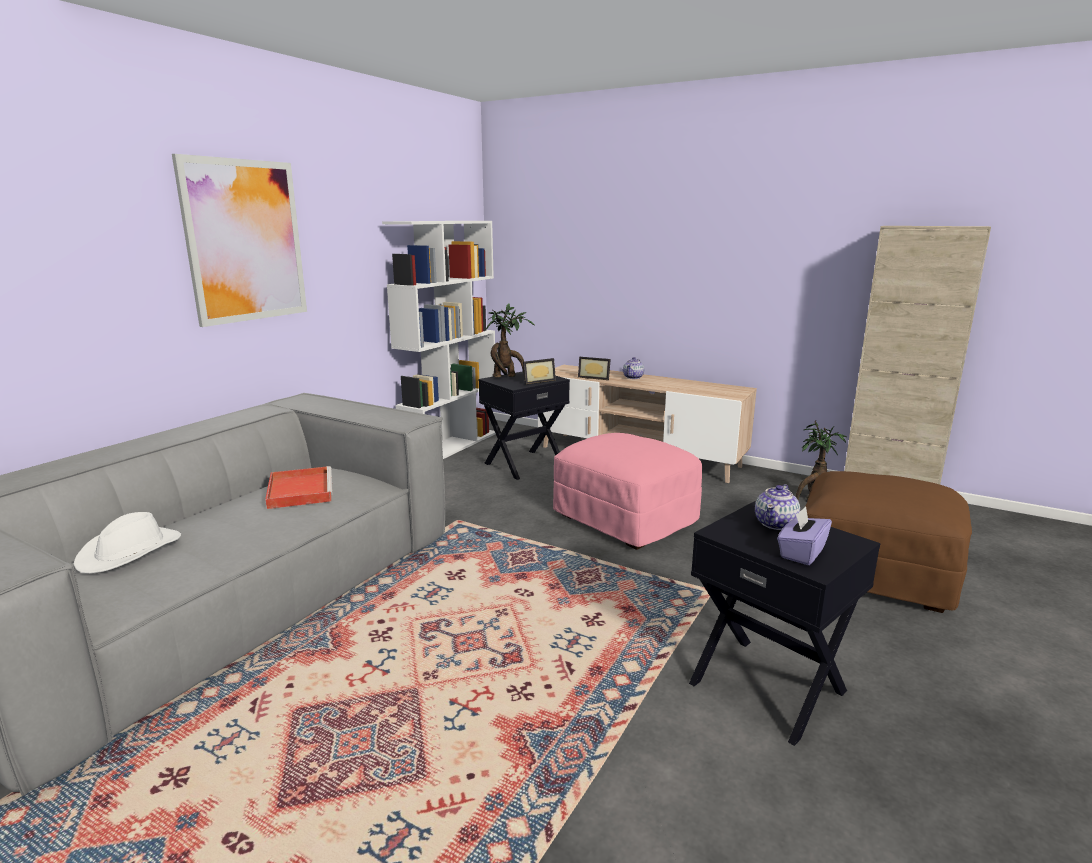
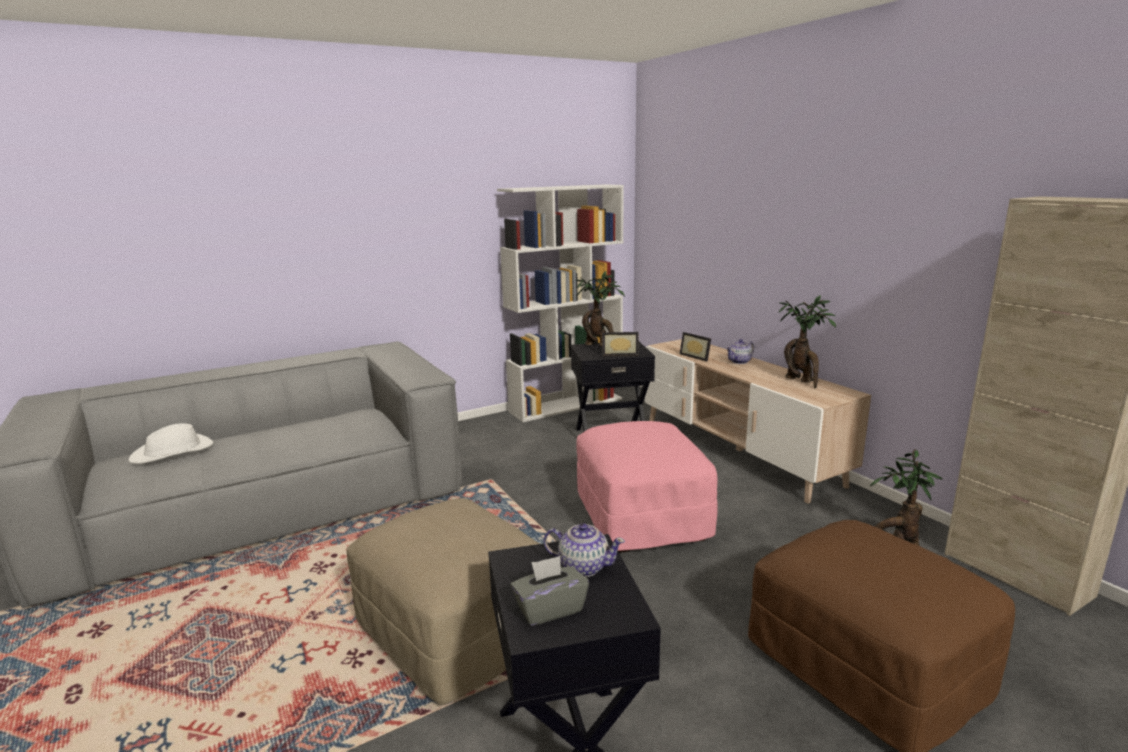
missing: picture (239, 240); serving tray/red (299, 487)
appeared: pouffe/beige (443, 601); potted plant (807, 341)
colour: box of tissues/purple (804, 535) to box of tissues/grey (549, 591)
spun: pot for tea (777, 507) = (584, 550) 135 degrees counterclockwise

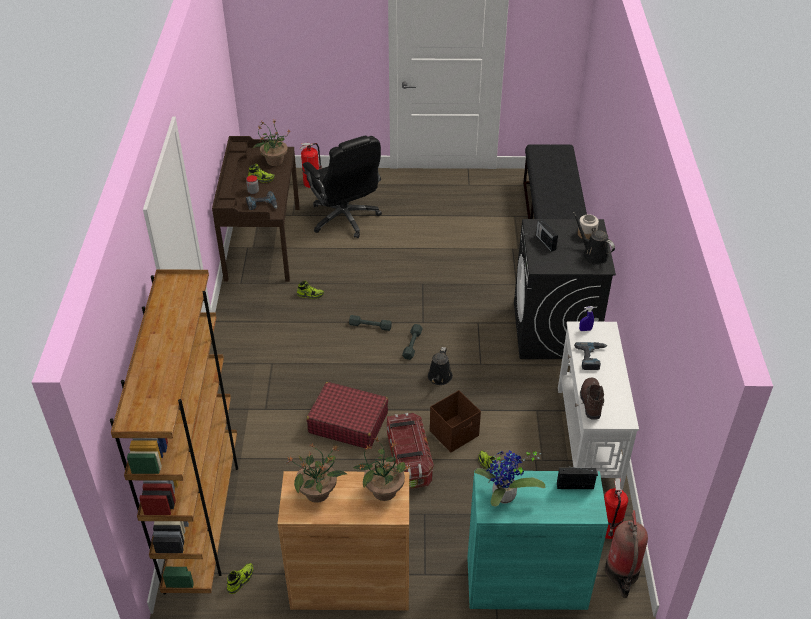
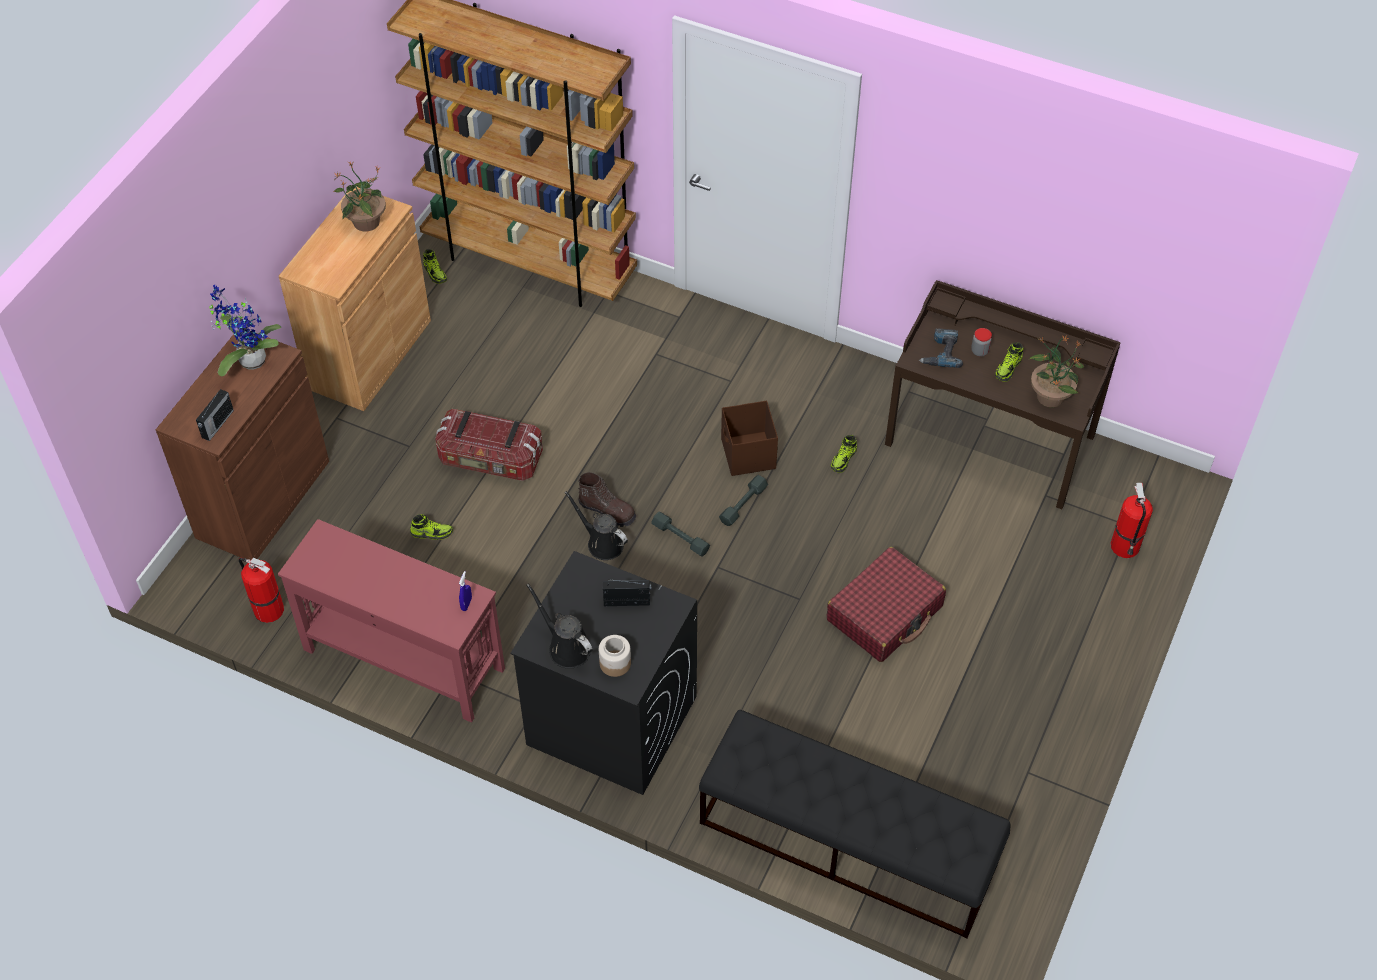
missing: desk chair/black (342, 187); potted plant (382, 468); electric drill (591, 356); extinguisher (626, 554)
relocated: travel case/red (347, 415) to (886, 604); storage bin/brownish (455, 421) to (749, 438); boot/brownish (592, 399) to (607, 499)
colour: cabinet/blue-green (537, 540) to cabinet/brownish (242, 446); console table/white-coloured (598, 405) to console table/red (391, 621)
spun: watering pot/black (594, 238) = (559, 625) 120 degrees counterclockwise

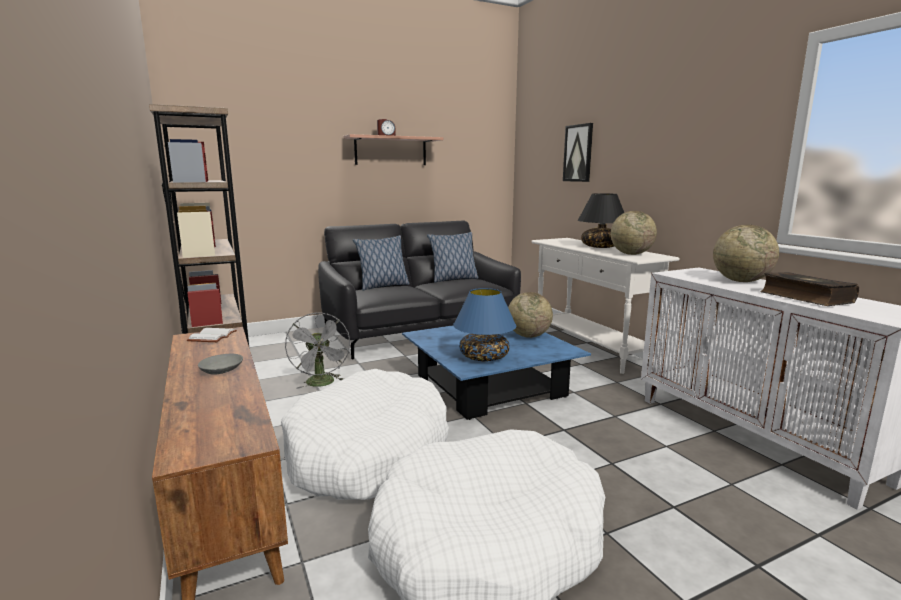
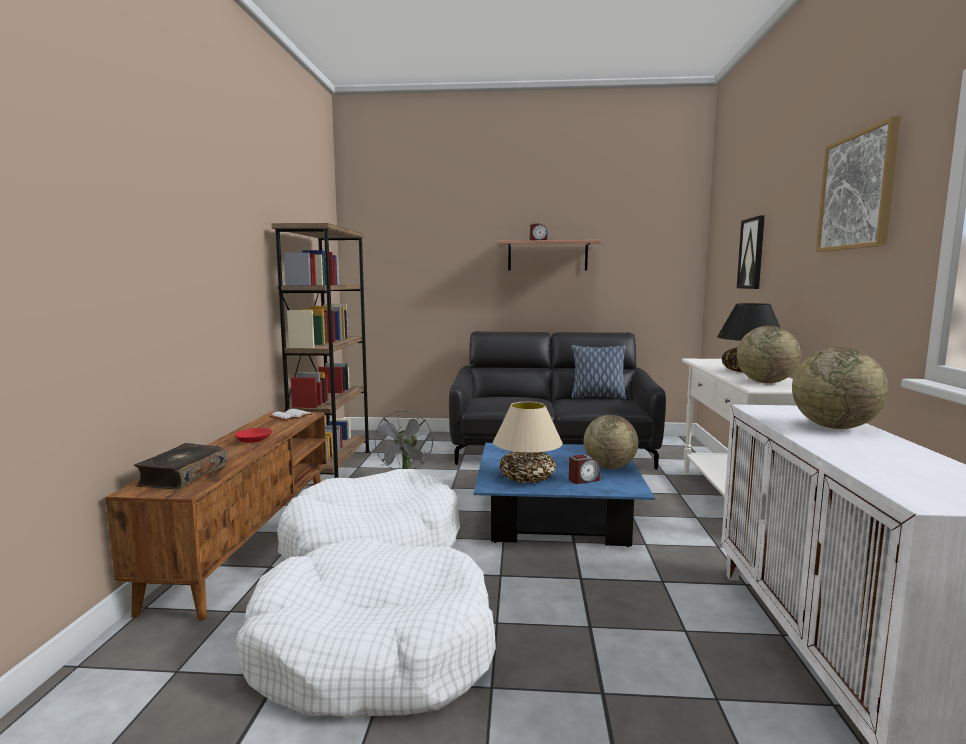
missing: throw pillow (381, 263)
appeared: bedside clock (584, 469); picture (858, 184)
relocated: book (809, 289) to (180, 466)
colour: bowl/grey (220, 364) to bowl/red (253, 435); lamp for a table/blue (484, 324) to lamp for a table/beige (528, 442)

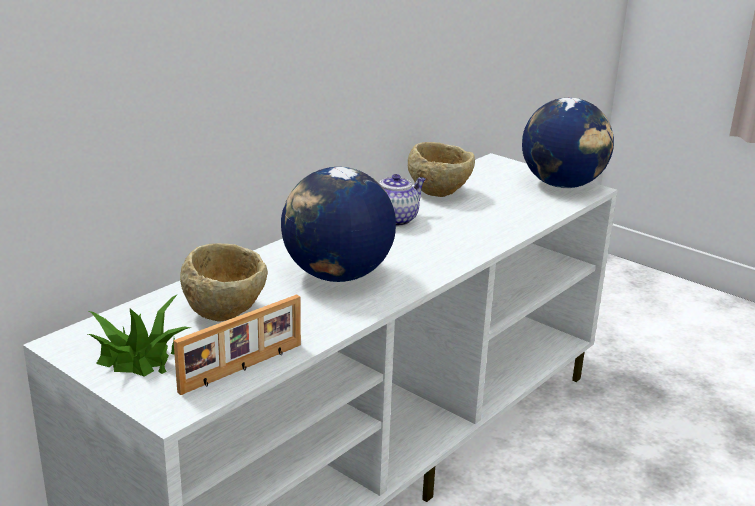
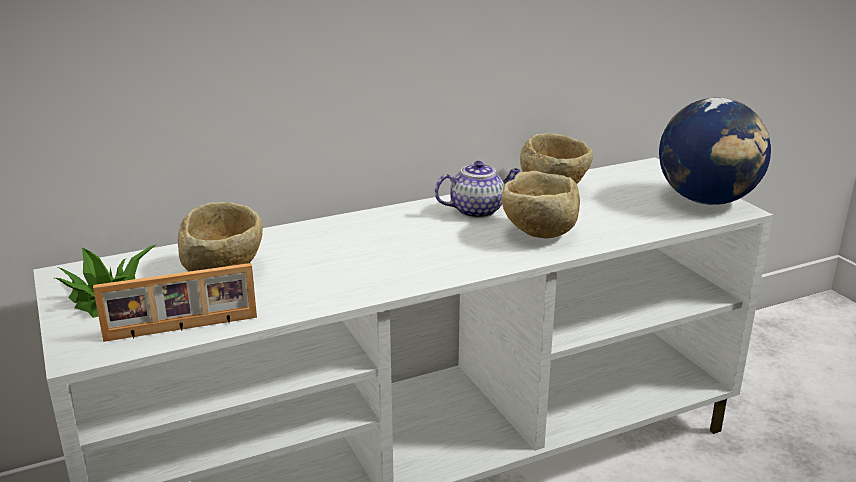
missing: globe (338, 224)
appeared: bowl/beige (540, 205)

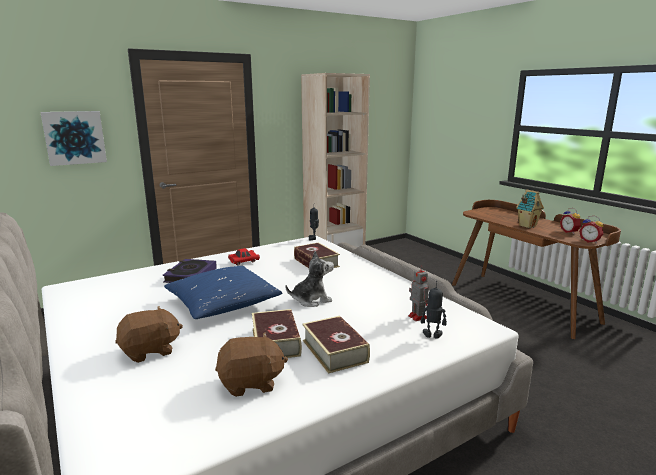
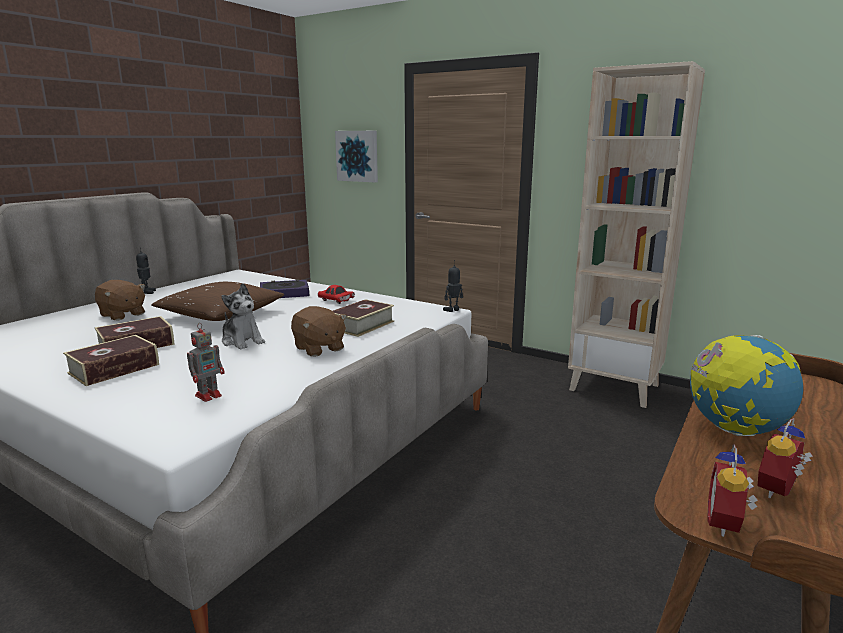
relocated: cuddly toy/brownish (251, 364) to (319, 331); model robot (434, 310) to (146, 270)
exchanged: model house (530, 208) to globe (746, 385)
colour: throw pillow/blue (223, 292) to throw pillow/brownish (217, 301)

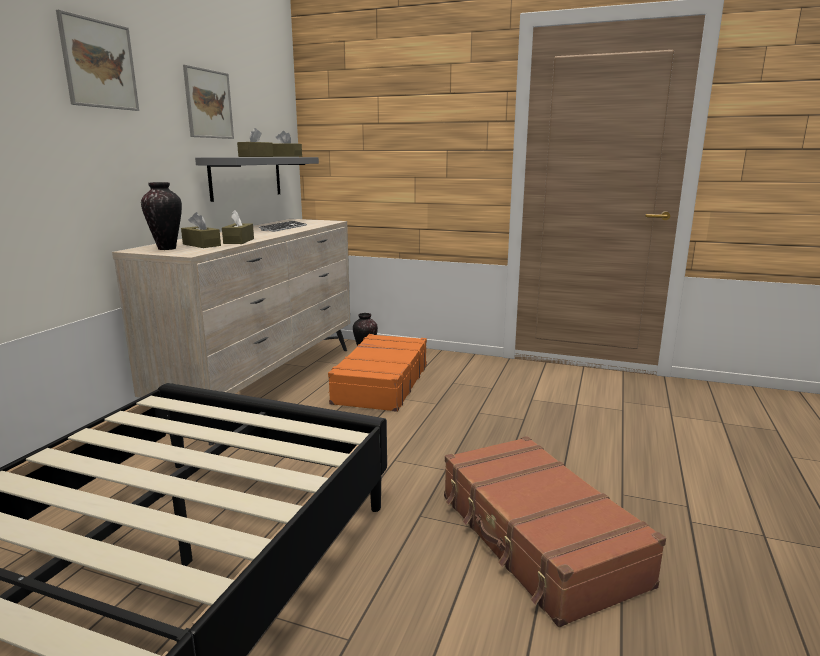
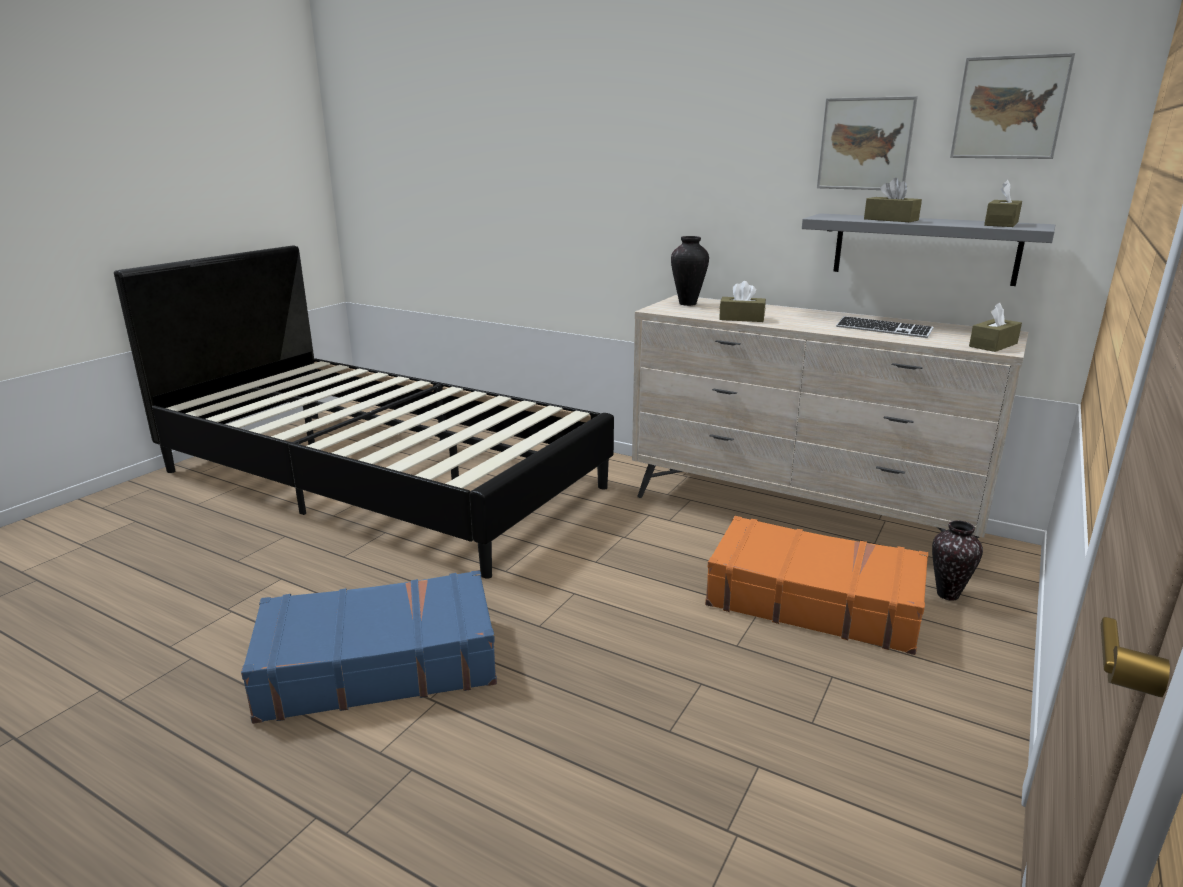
relocated: picture (97, 60) to (1012, 106); box of tissues/brownish (201, 230) to (995, 327)
colour: travel case/brownish (555, 531) to travel case/blue (369, 647)

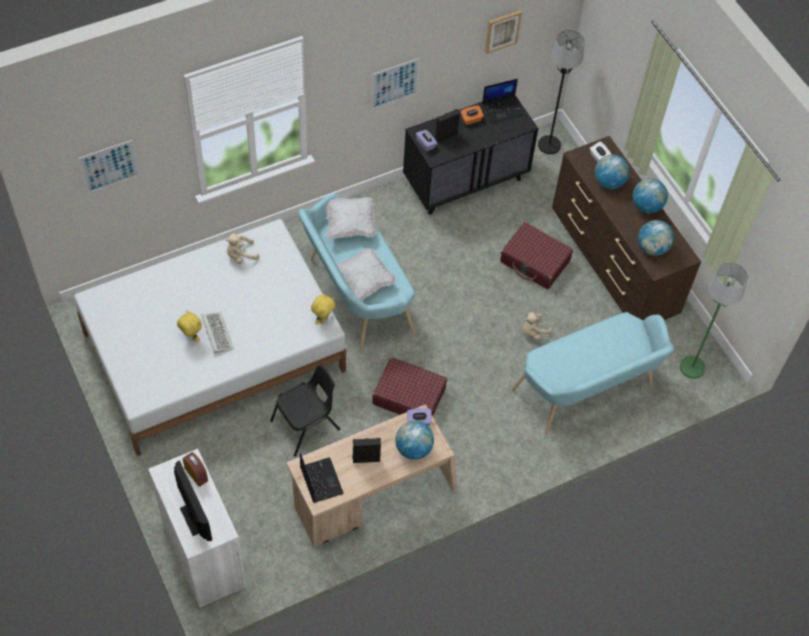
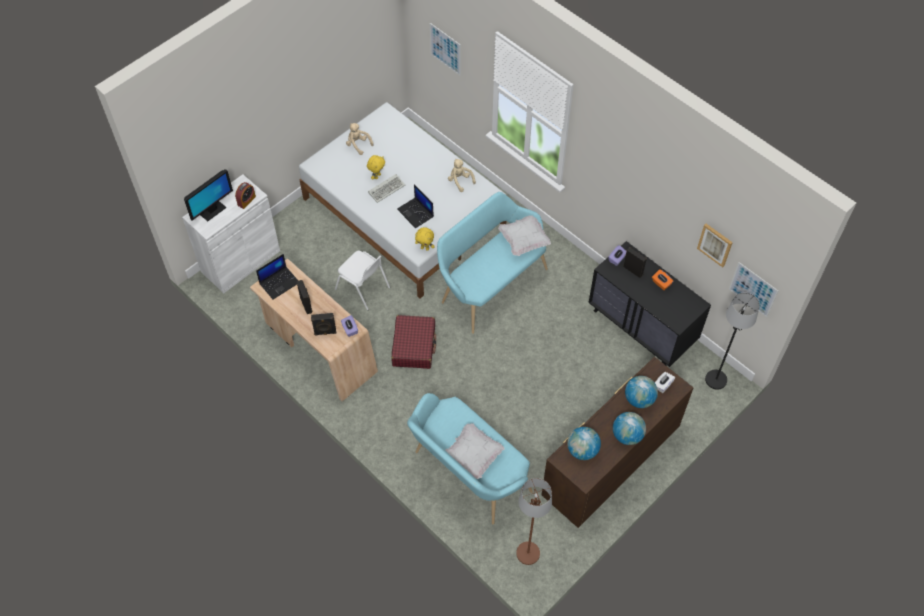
missing: travel case/red (536, 255)
relocated: throw pillow/white-coloured (366, 274) to (474, 451); picture (395, 84) to (753, 289); notebook computer (503, 101) to (415, 206); cuddly toy/beige (537, 326) to (360, 139)
exchanged: globe (414, 440) to speaker/black (323, 324)
colour: chair/black (305, 410) to chair/white-coloured (362, 280); floor lamp/green-coloured (714, 320) to floor lamp/brownish (534, 521)

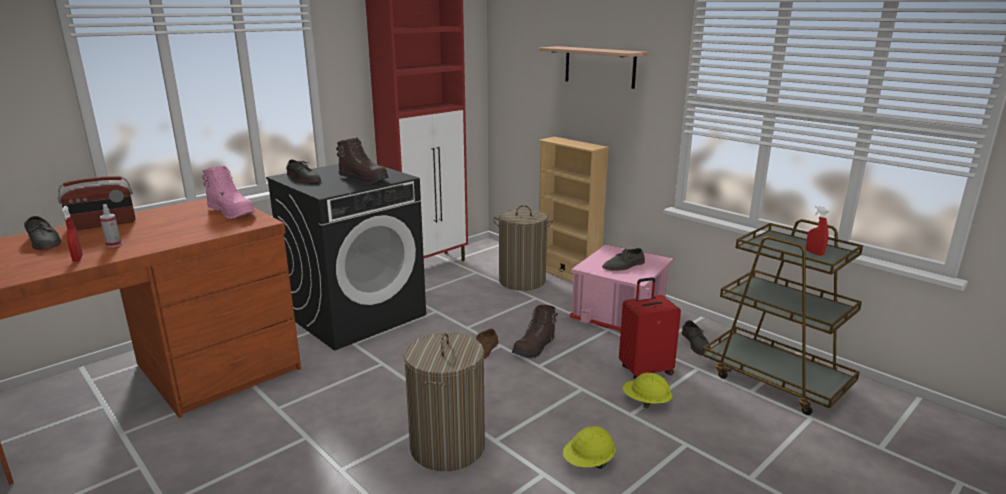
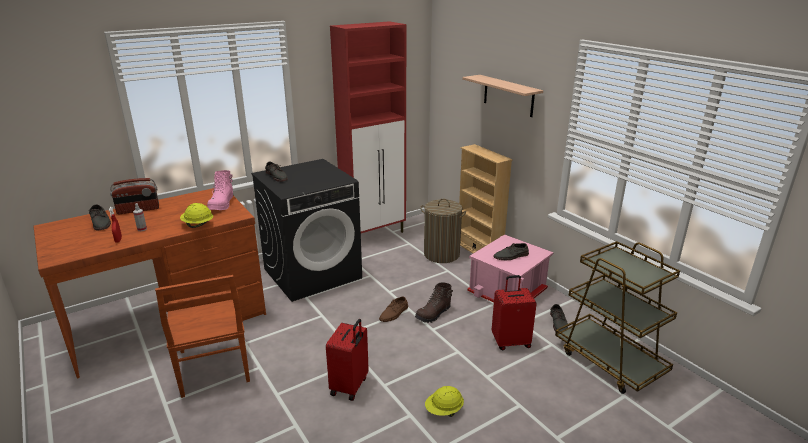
missing: boot/brownish (362, 160); hand sprayer/red (818, 231)
appeared: chair/brownish (202, 336)
relocated: safety helmet/yellowish (647, 390) to (196, 215)
exchanged: hamper (444, 401) to travel case/red (347, 360)
spun: boot/pinkish (228, 192) = (220, 190) 45 degrees clockwise

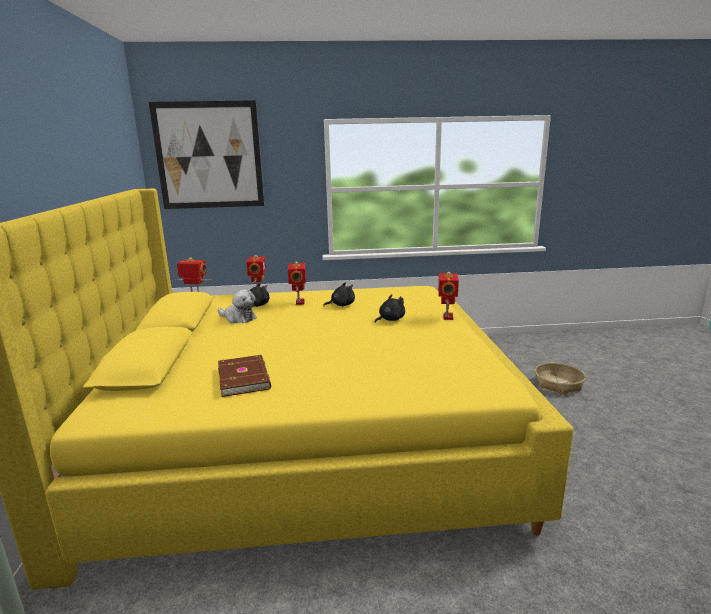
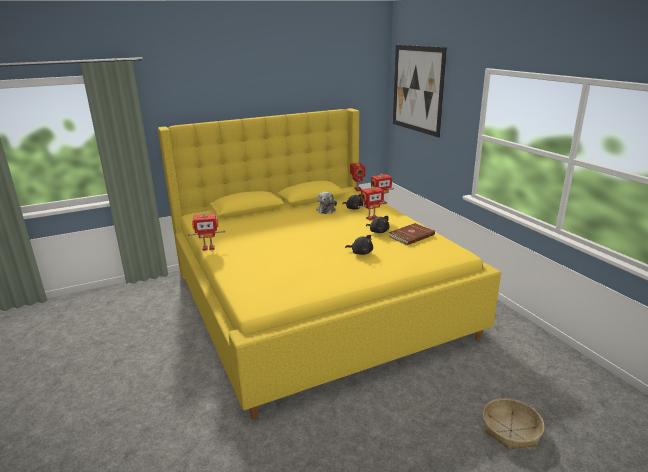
relocated: book/brownish (244, 376) to (412, 234); model robot (448, 296) to (206, 232)

